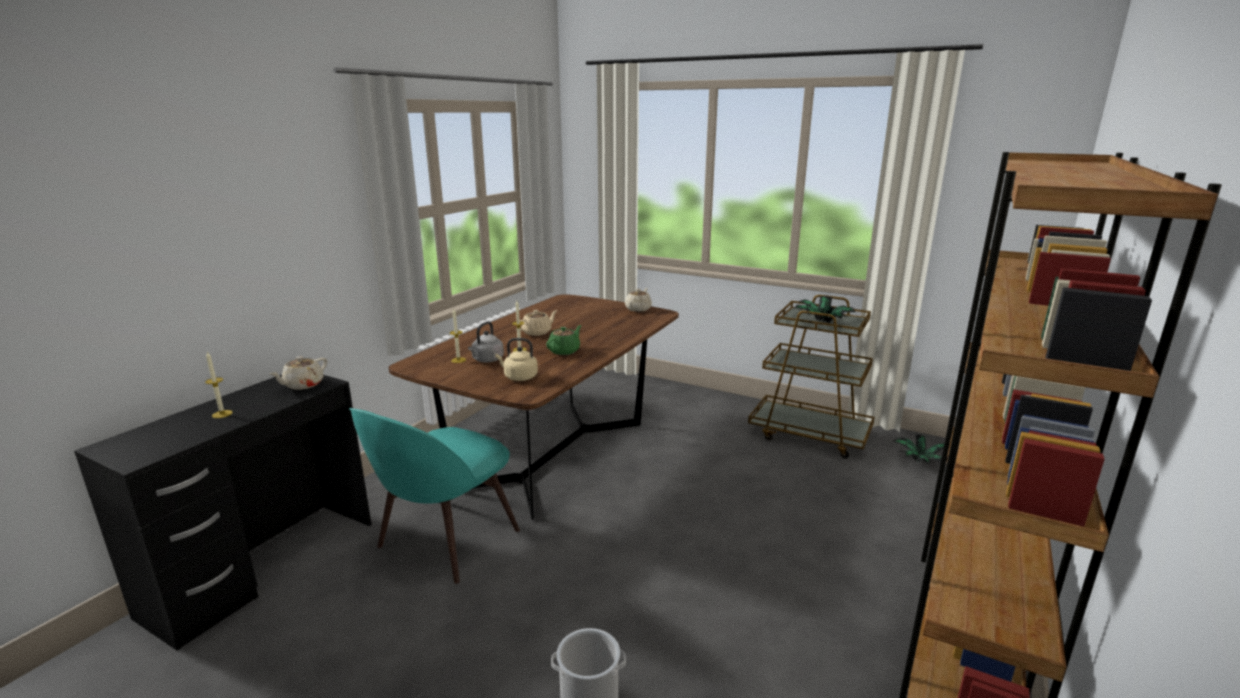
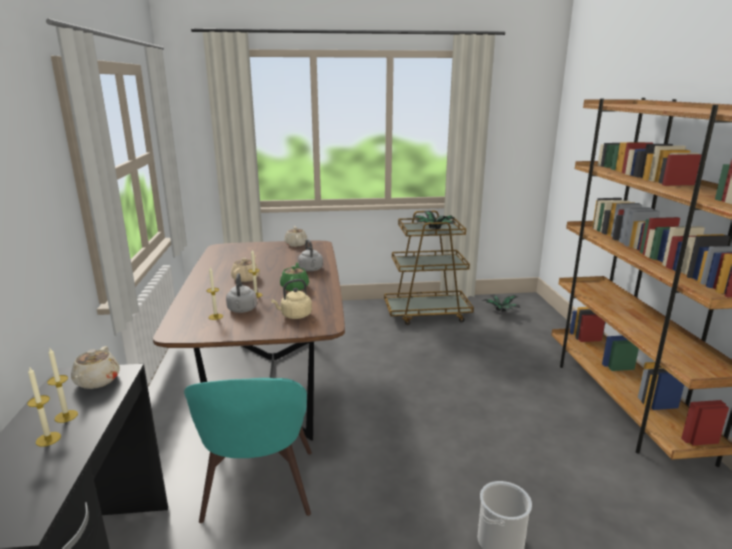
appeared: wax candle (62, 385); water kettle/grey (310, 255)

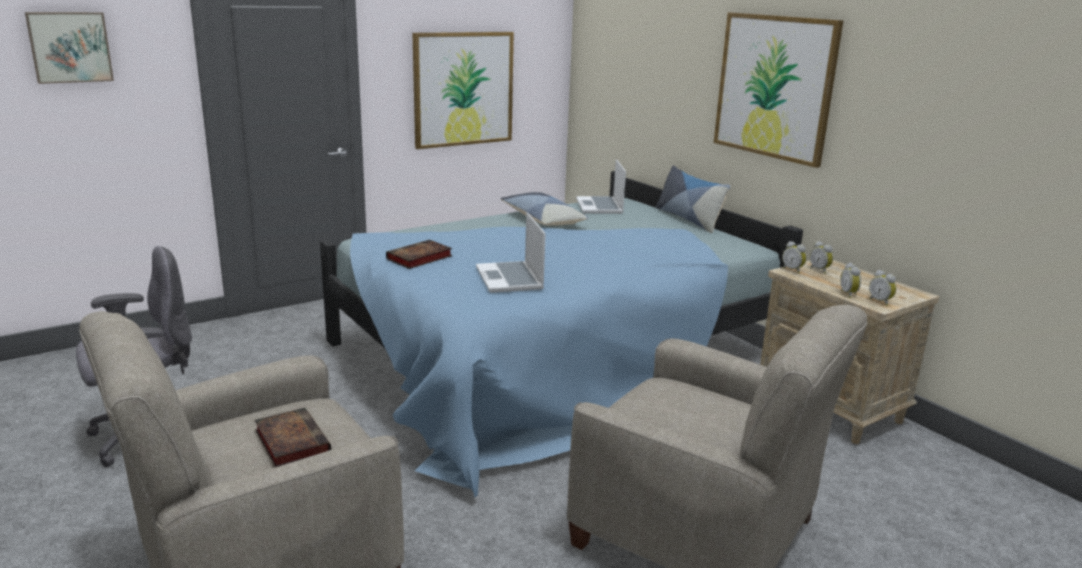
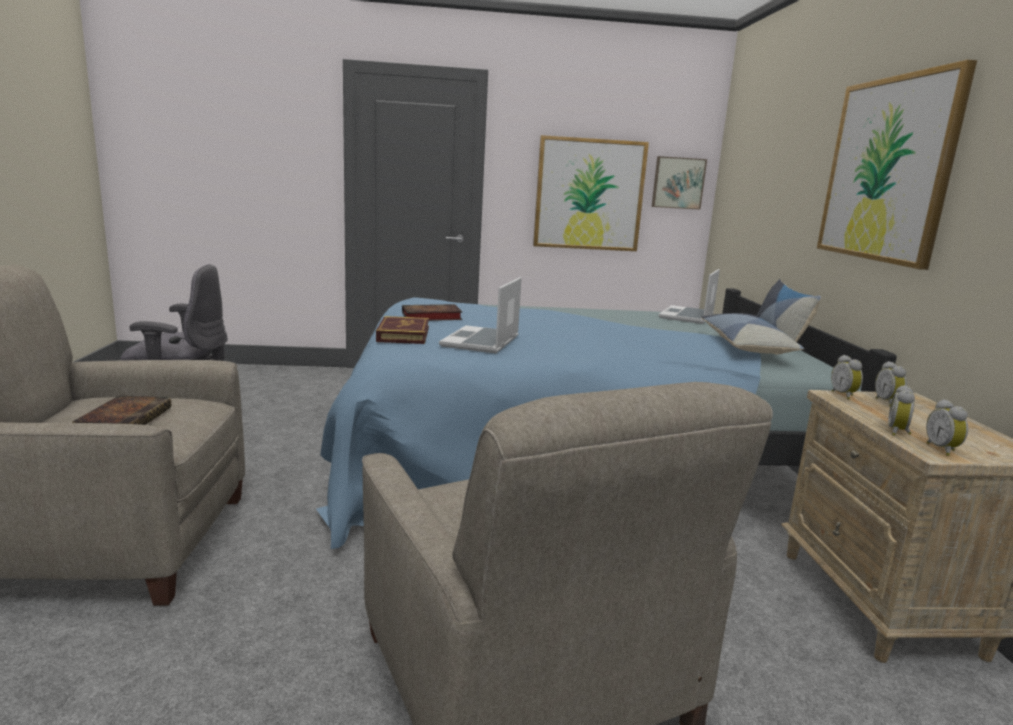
appeared: book (402, 330)
relocated: picture (69, 48) to (679, 183); throw pillow (544, 209) to (752, 333)

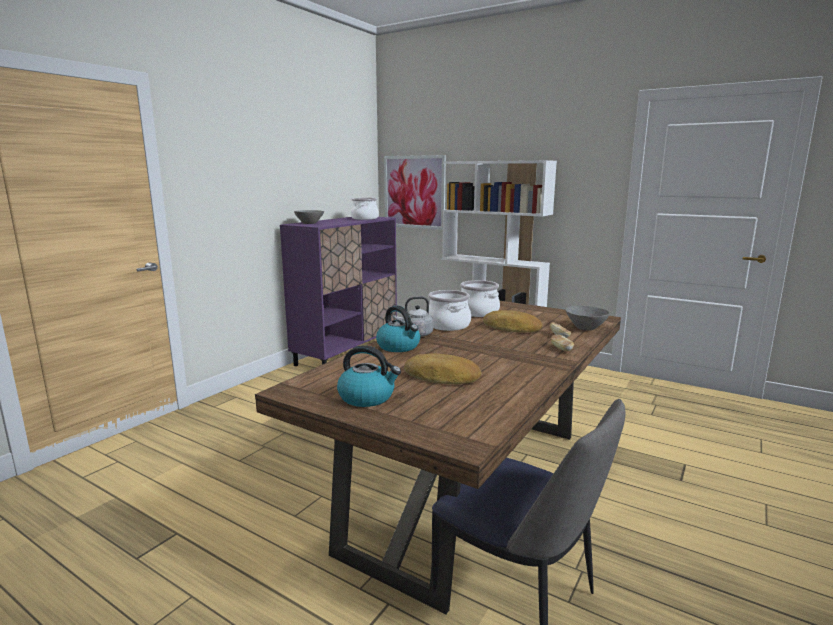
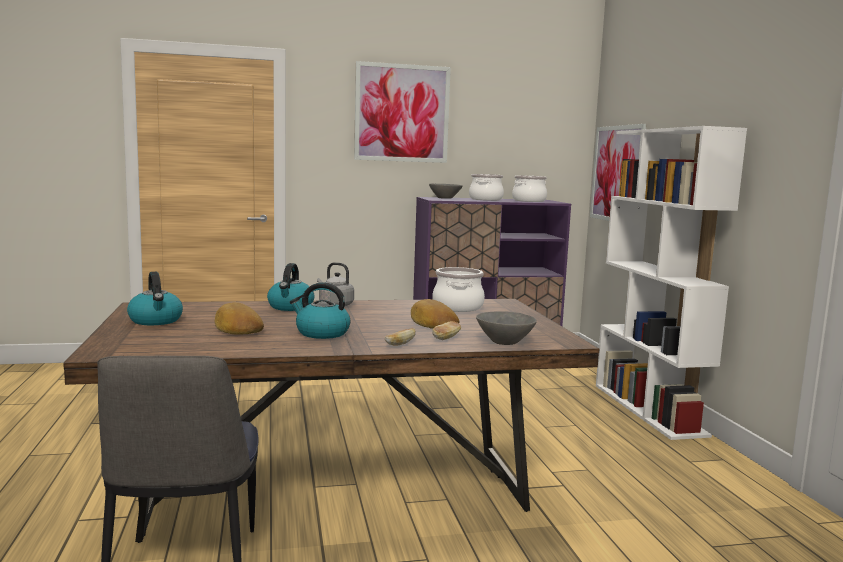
appeared: water kettle (320, 310); picture (402, 112)
relocated: cooking pot (449, 310) to (486, 187)

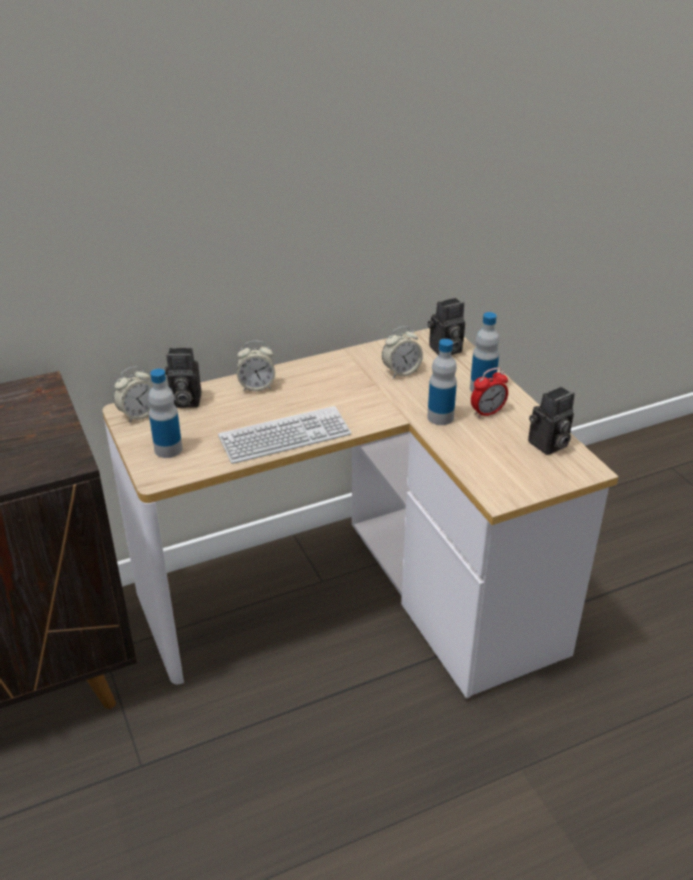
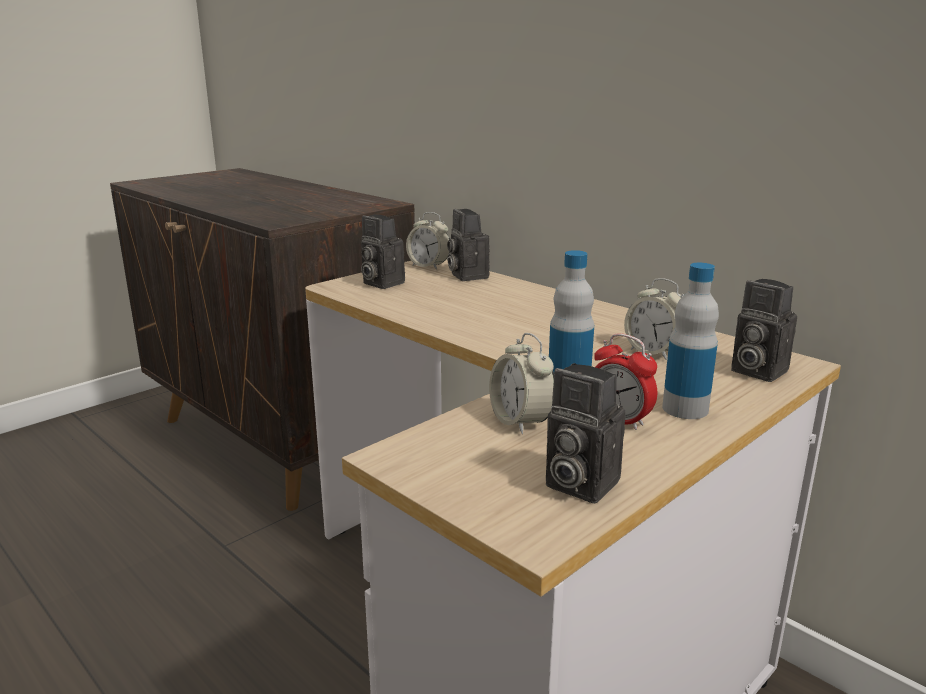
missing: PC keyboard (284, 435)
relocated: bedside clock (256, 366) to (521, 383)
exchanged: drink bottle (165, 413) to photo camera (383, 251)

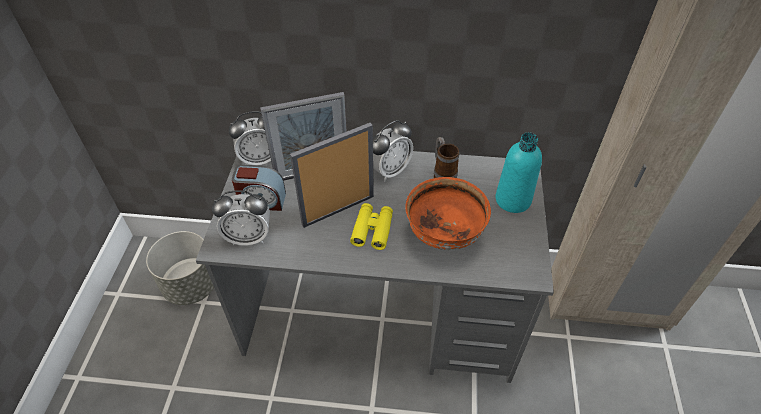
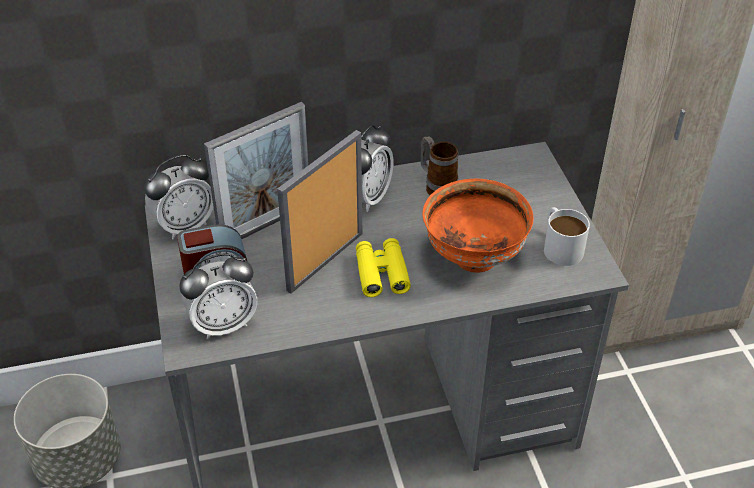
missing: drink bottle/blue-green (519, 172)
appeared: tea mug/white-coloured (567, 236)

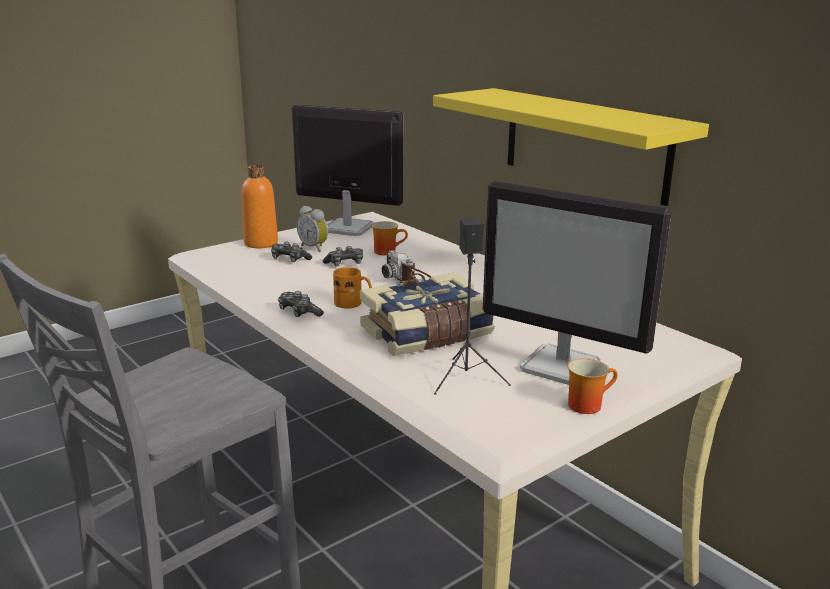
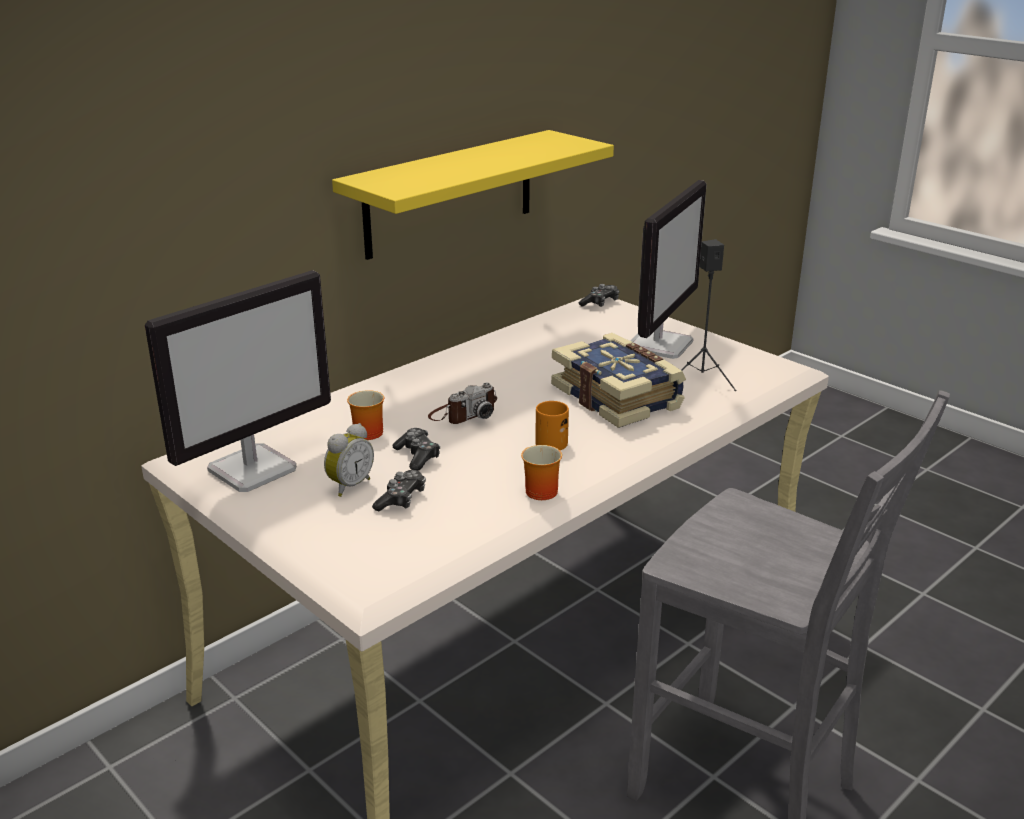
missing: drink bottle/orange (260, 206)
relocated: gamepad (301, 304) to (599, 295); tea mug (593, 386) to (541, 472)
spun: computer screen (347, 170) = (238, 381) 150 degrees counterclockwise

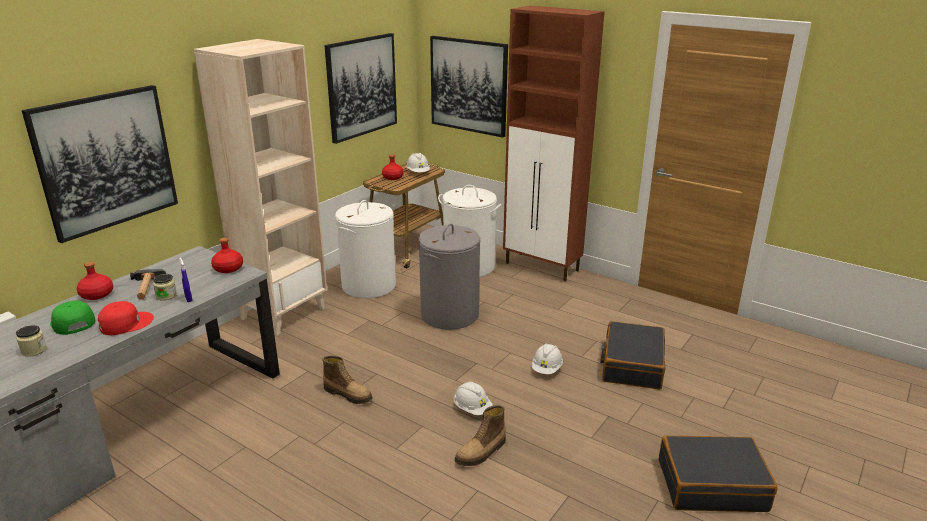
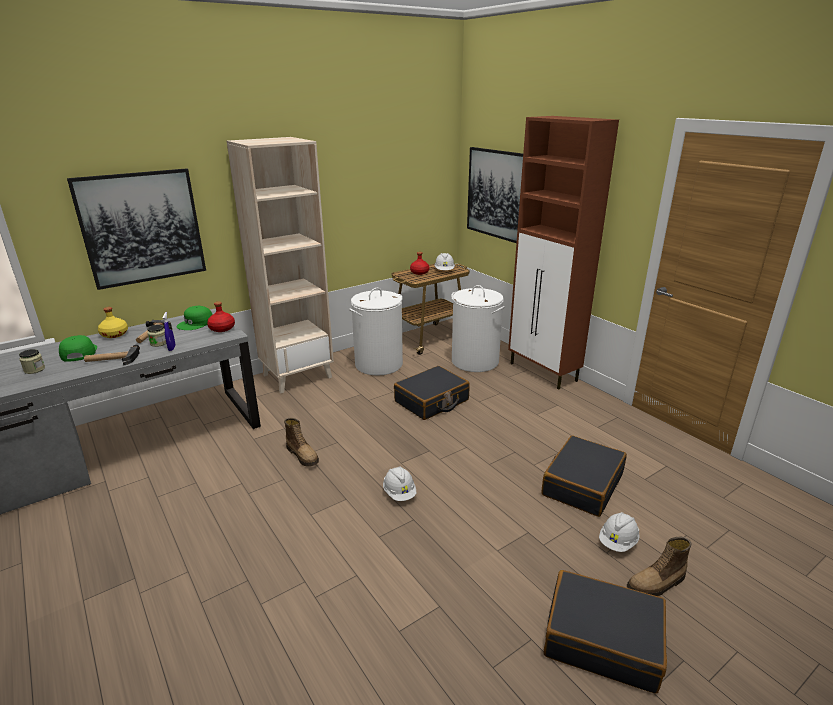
missing: picture (360, 88)
appeared: peaked cap/green-coloured (194, 318)
relocated: boot (480, 435) to (659, 566); safety helmet/white-coloured (547, 359) to (619, 532)
exchanged: peaked cap/red (126, 318) to tool hammer (112, 355); hamper/grey (449, 277) to travel case/black (432, 393)
colour: drink bottle/red (95, 281) to drink bottle/yellowish (113, 322)

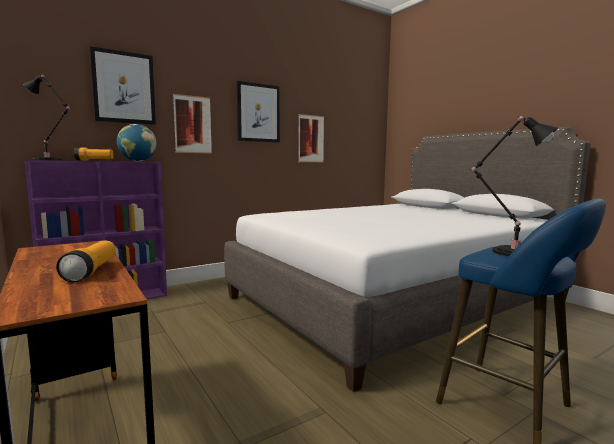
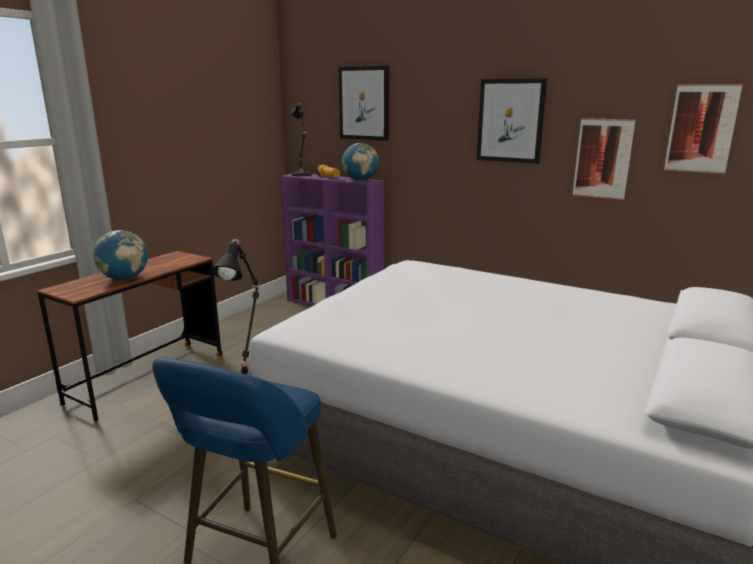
relocated: picture (192, 124) to (703, 129)
exchanged: flashlight (86, 261) to globe (120, 255)

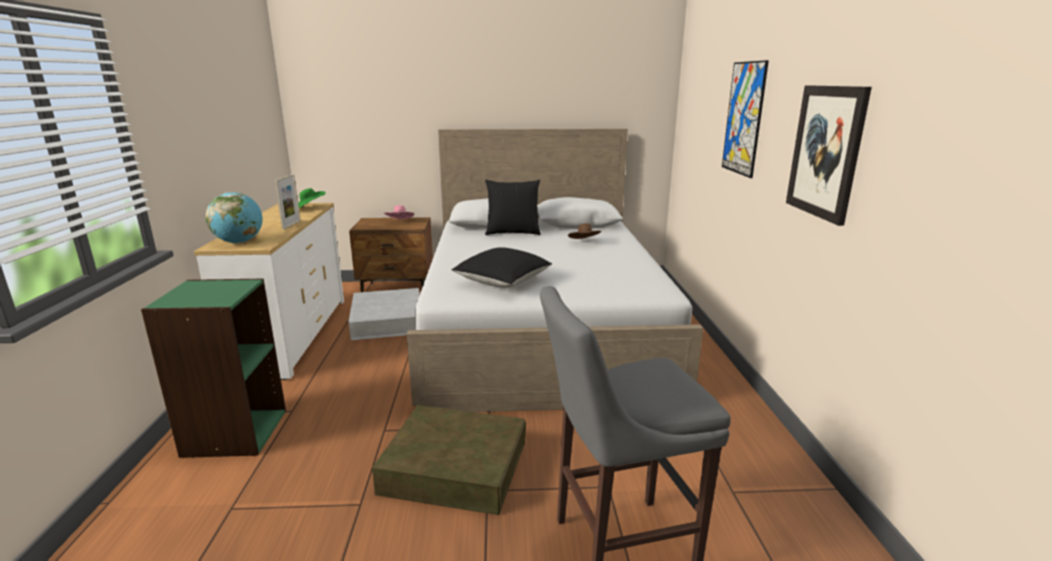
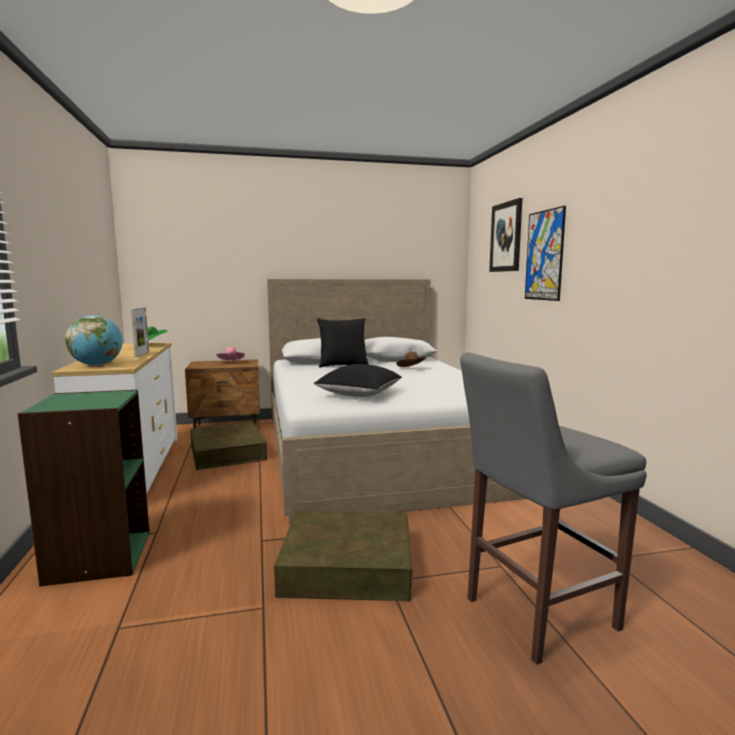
relocated: picture (829, 155) to (505, 235)
colour: storage bin/white-coloured (384, 314) to storage bin/brownish (228, 446)

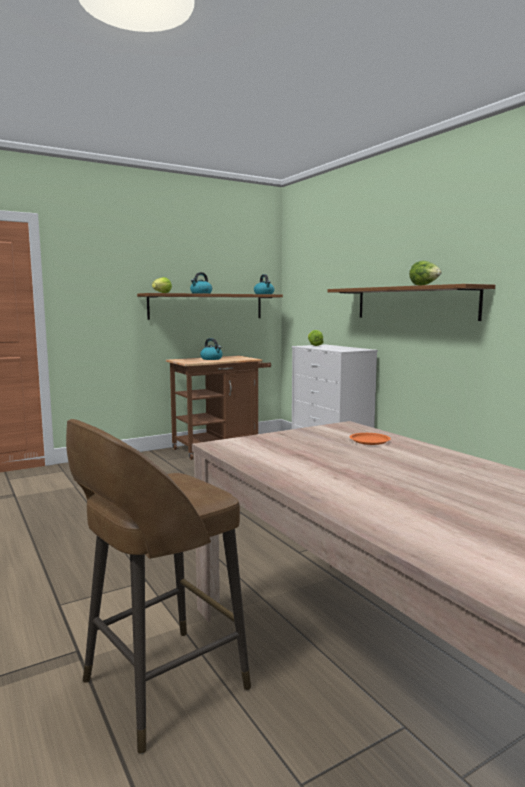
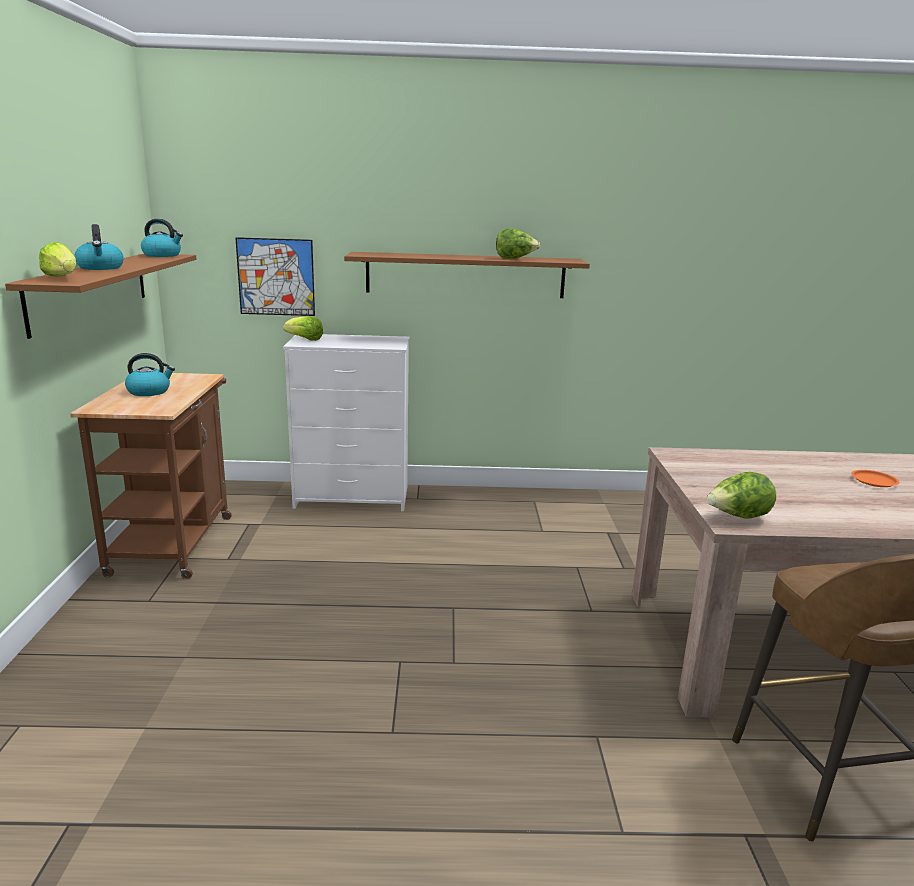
appeared: picture (275, 276); head of lettuce (741, 495)
relocated: plate/orange (370, 439) to (875, 478)

